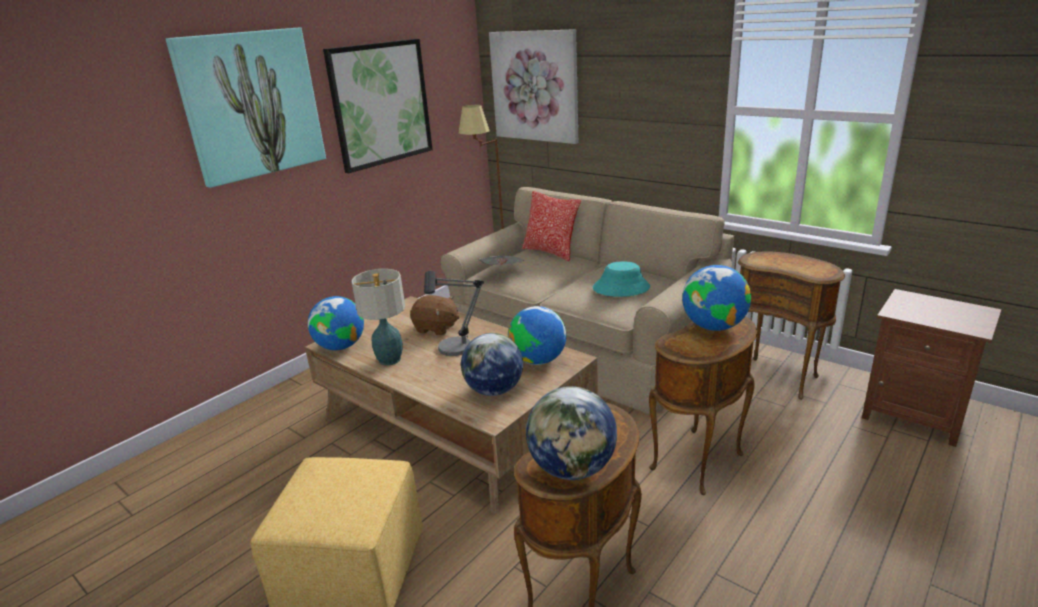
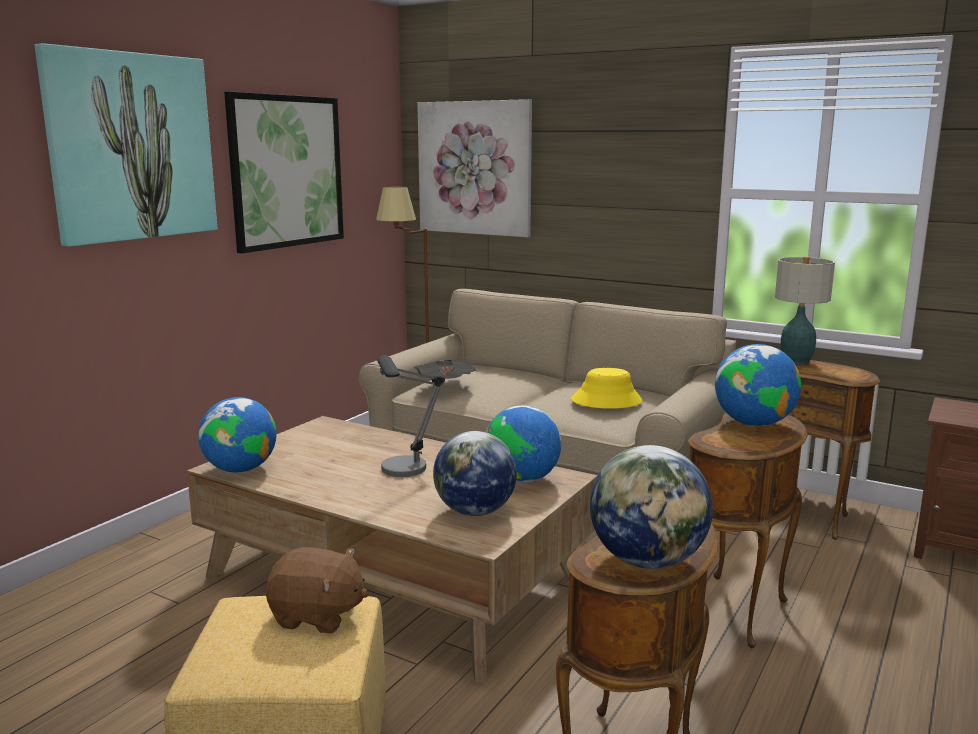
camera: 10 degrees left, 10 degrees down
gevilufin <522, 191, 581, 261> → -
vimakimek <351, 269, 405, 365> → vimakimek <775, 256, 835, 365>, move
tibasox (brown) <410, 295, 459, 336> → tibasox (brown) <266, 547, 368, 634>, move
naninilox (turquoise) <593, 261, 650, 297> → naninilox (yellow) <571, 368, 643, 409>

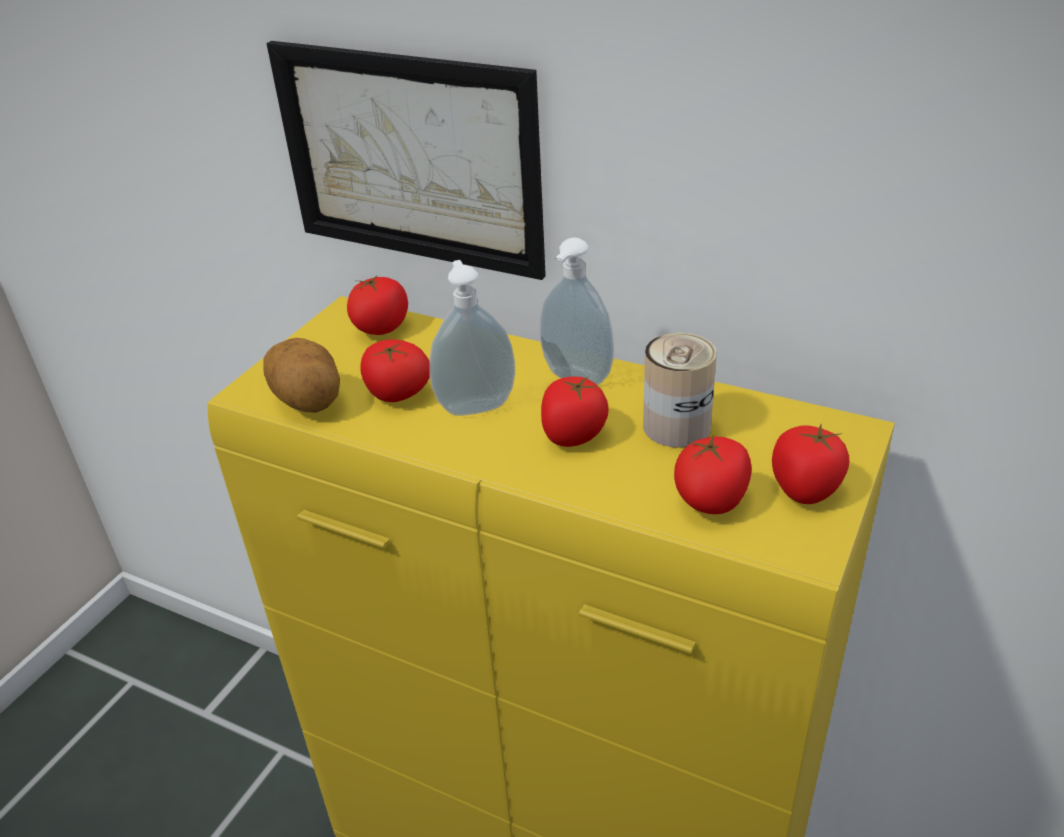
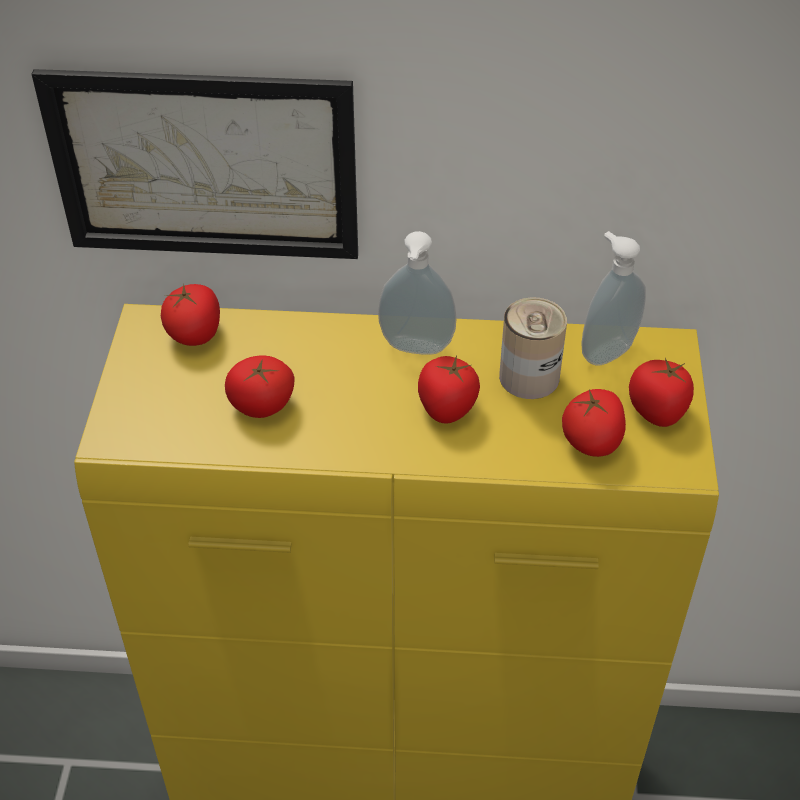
camera: 25 degrees left, 10 degrees up
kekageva <263, 338, 340, 413> → -
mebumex <429, 260, 515, 416> → mebumex <581, 231, 646, 366>, move

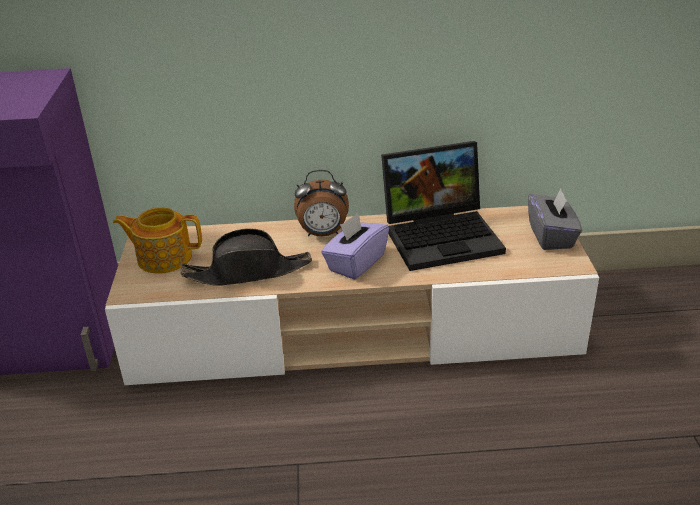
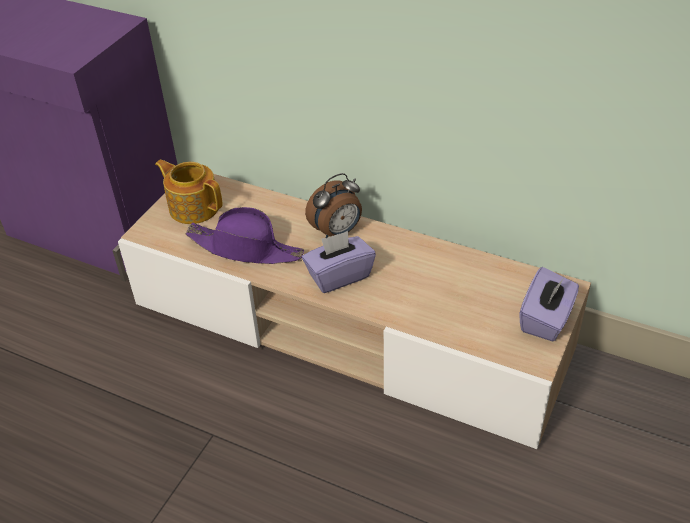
camera: 30 degrees right, 10 degrees up
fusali <381, 141, 506, 271> → -
naninilox (black) <180, 228, 312, 286> → naninilox (purple) <186, 207, 304, 264>
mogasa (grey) <528, 188, 582, 250> → mogasa (purple) <519, 267, 579, 341>
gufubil <294, 170, 349, 236> → gufubil <305, 173, 362, 238>, 60 degrees counterclockwise

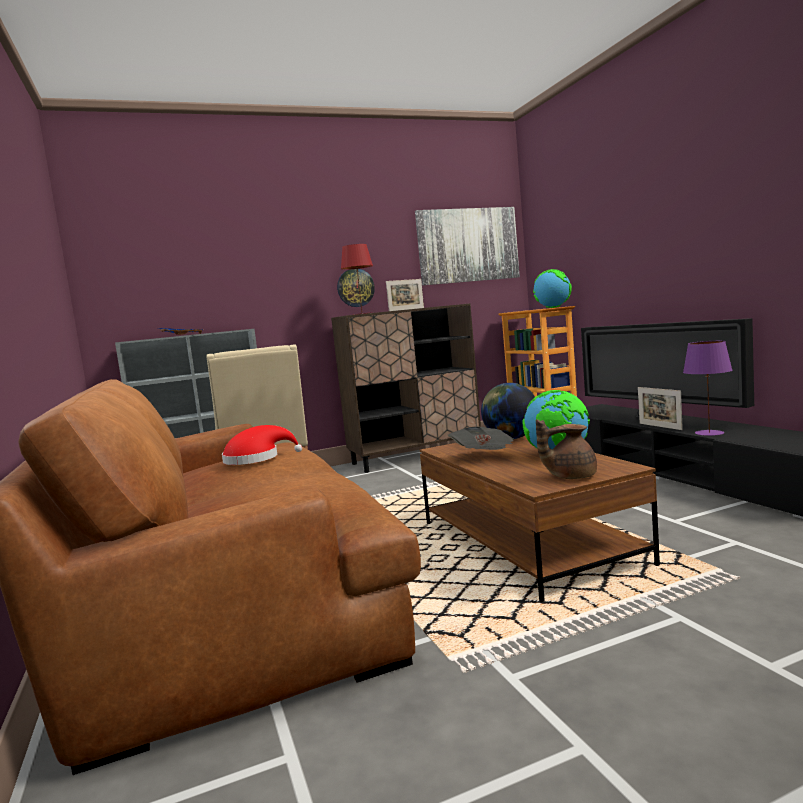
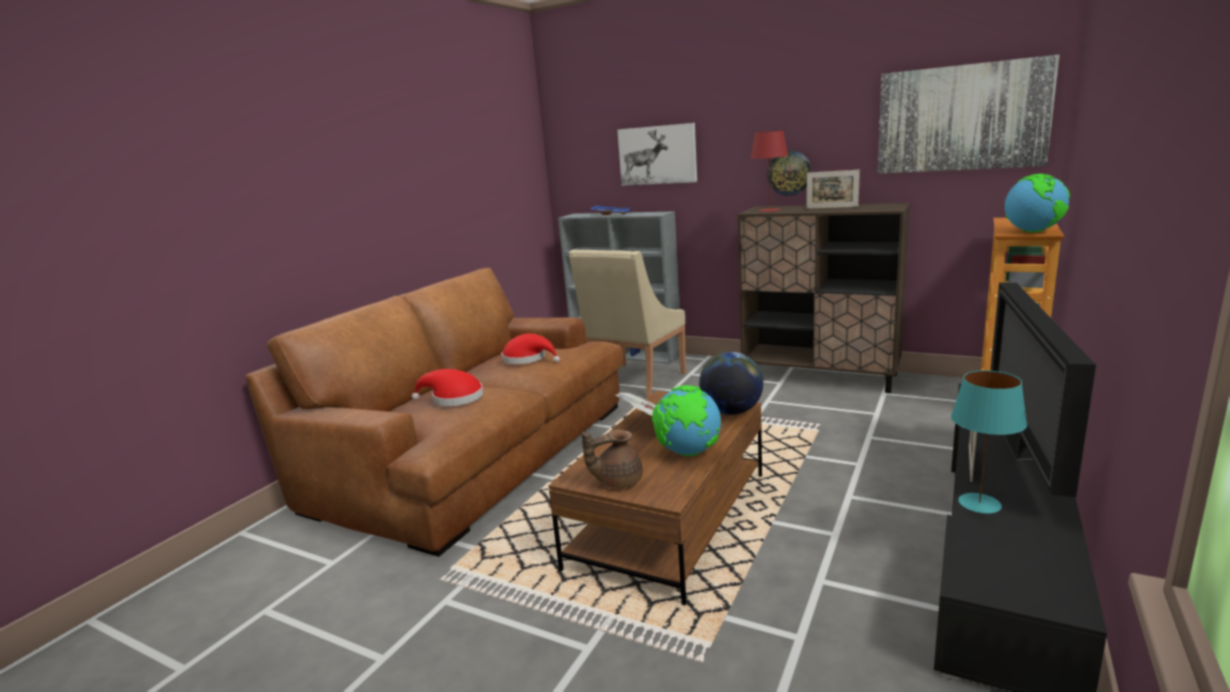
camera: 50 degrees right, 10 degrees up
- → naninilox (red) <412, 369, 483, 406>
- → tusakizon <617, 123, 697, 186>
vimakimek (purple) <683, 341, 733, 436> → vimakimek (turquoise) <951, 370, 1027, 514>
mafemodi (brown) <536, 419, 597, 479> → mafemodi (brown) <582, 430, 643, 488>, 60 degrees counterclockwise

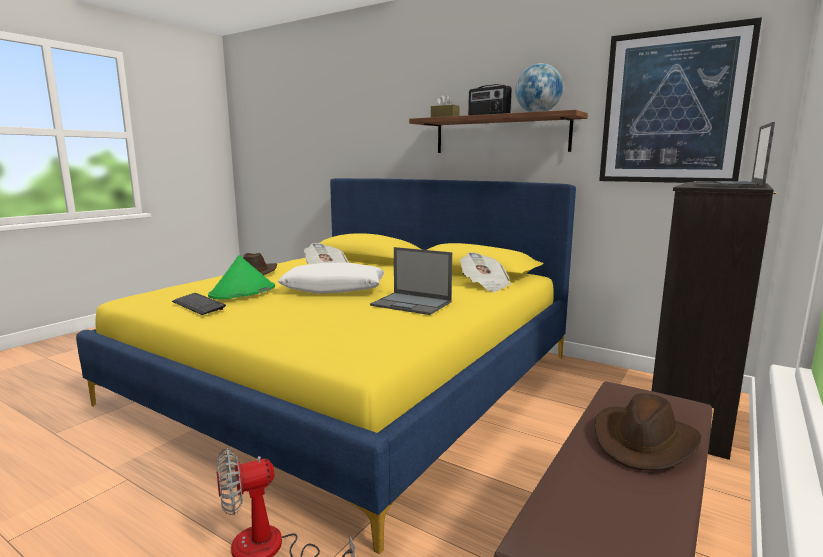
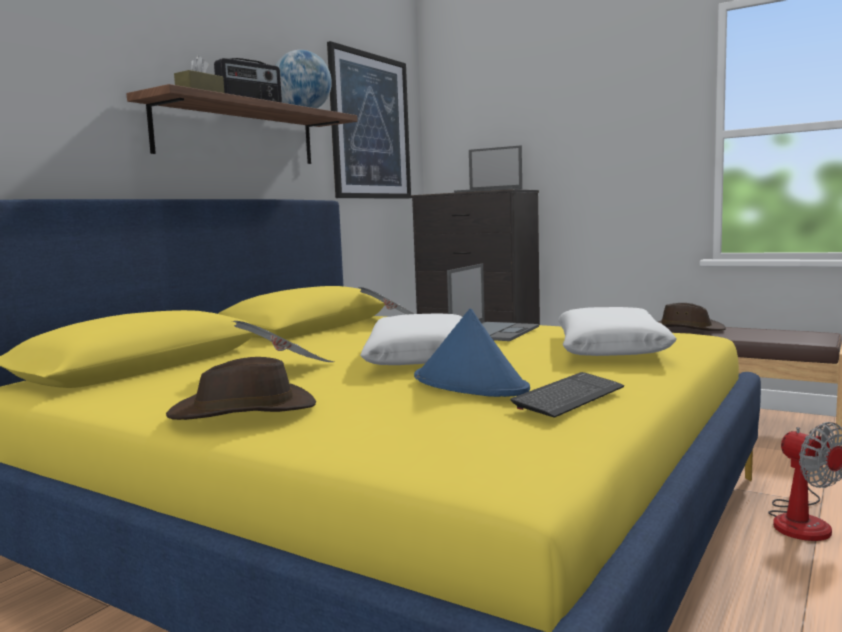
camera: 90 degrees left, 5 degrees down
- → gevilufin (white) <558, 307, 677, 356>
naninilox (green) <208, 255, 275, 299> → naninilox (blue) <414, 309, 530, 397>

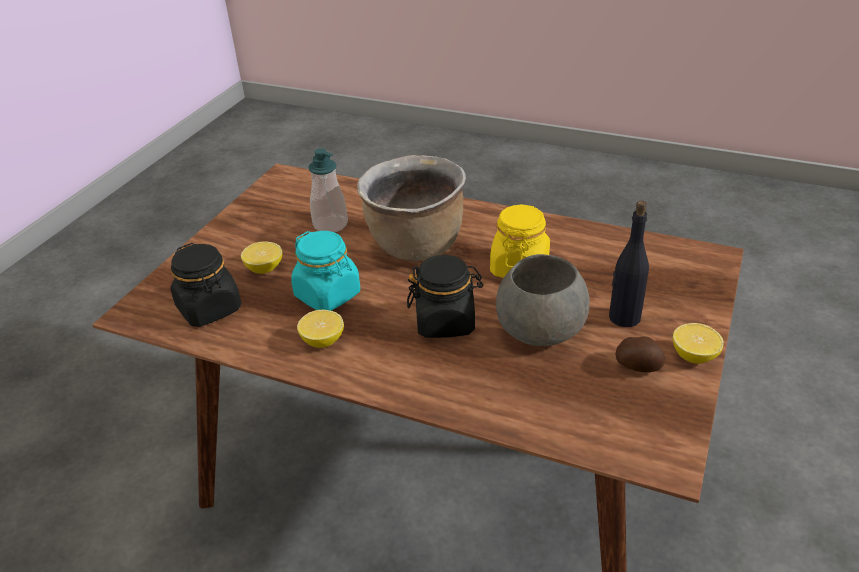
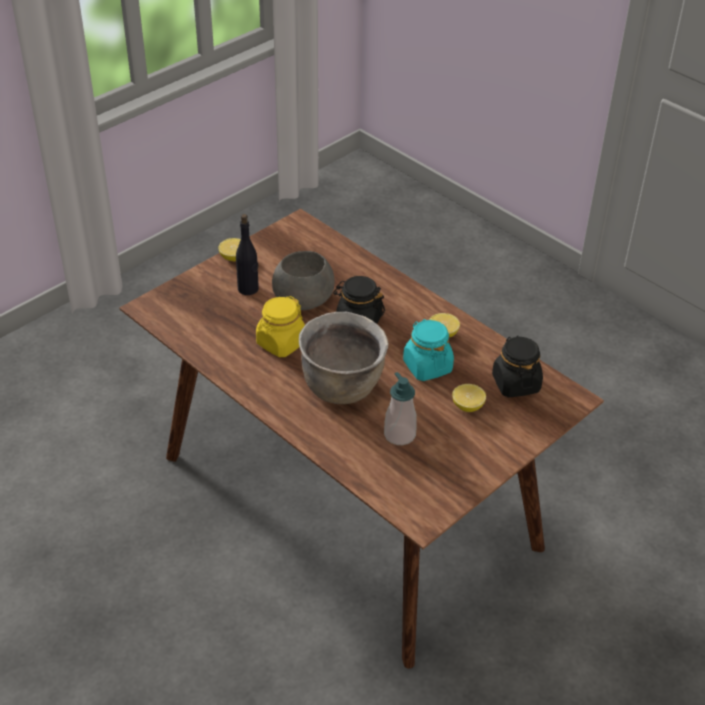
camera: 160 degrees left, 5 degrees up
kekageva <615, 336, 665, 372> → -

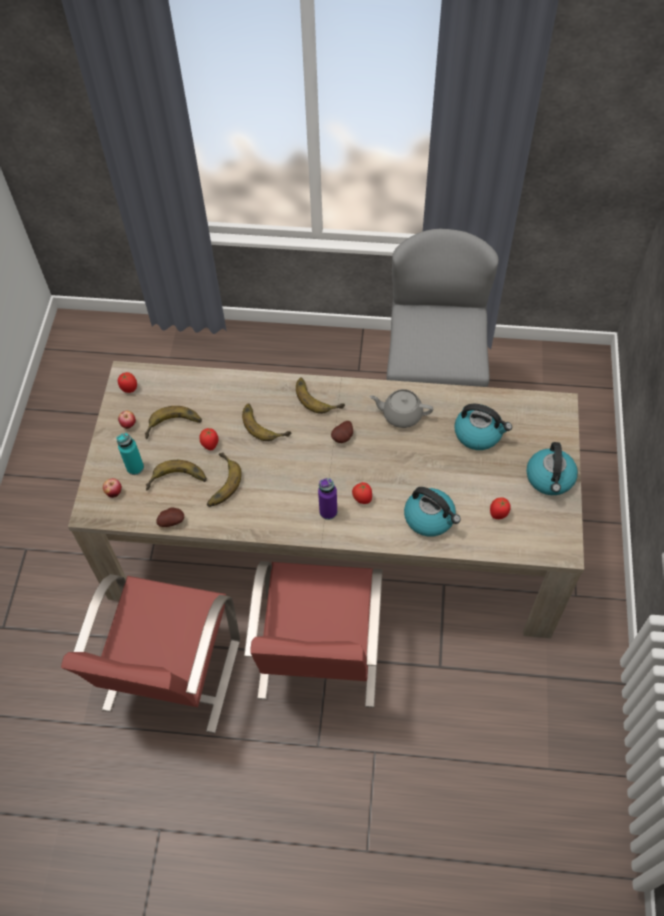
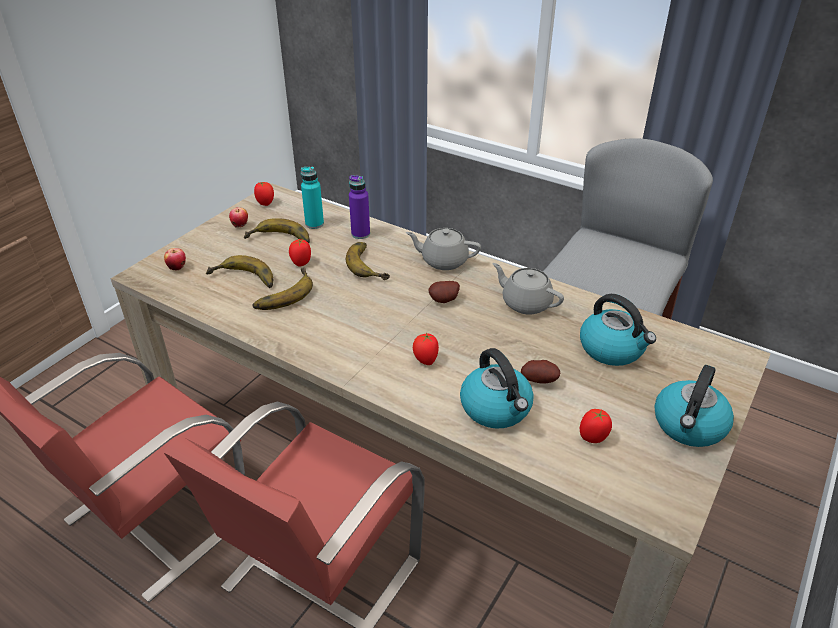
camera: 25 degrees right, 20 degrees down
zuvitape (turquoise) <116, 433, 144, 475> → zuvitape (turquoise) <301, 167, 324, 229>, move
kekageva <156, 507, 184, 527> → kekageva <521, 360, 560, 384>, move
zuvitape (purple) <318, 478, 337, 520> → zuvitape (purple) <349, 175, 370, 239>, move
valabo <296, 377, 345, 414> → mafemodi (grey) <406, 228, 481, 270>

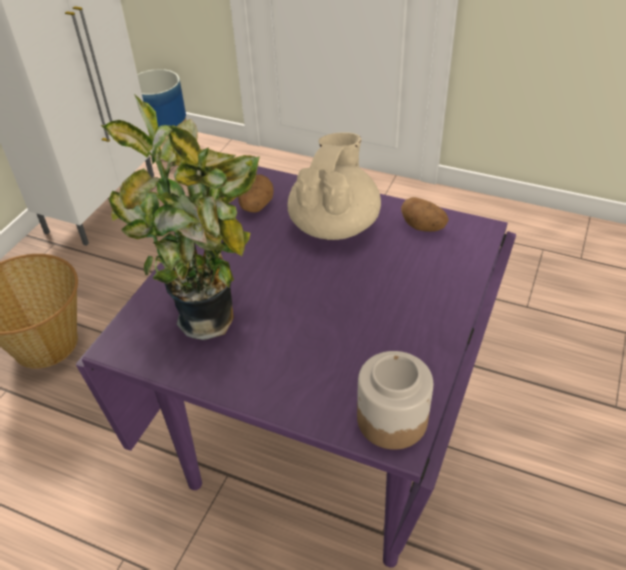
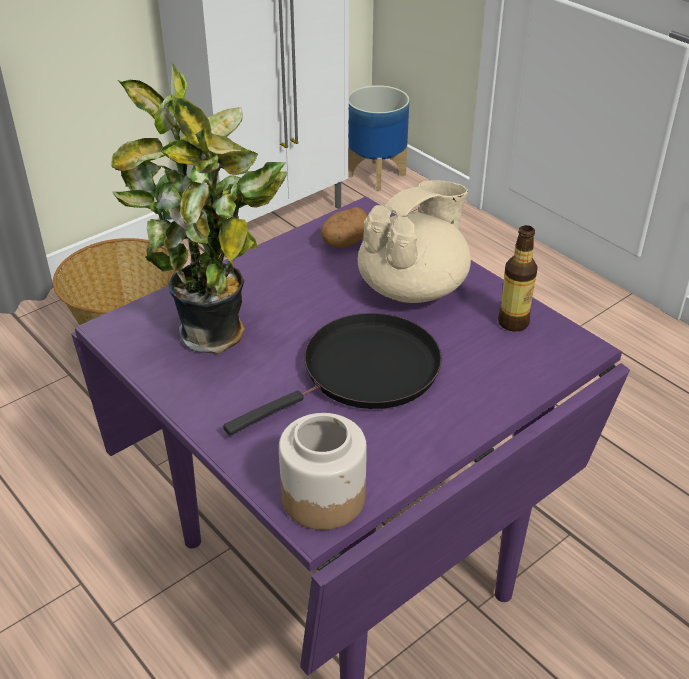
camera: 25 degrees right, 5 degrees down
- → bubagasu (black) <223, 313, 442, 435>
kekageva <401, 197, 449, 232> → zuvitape <498, 225, 538, 332>

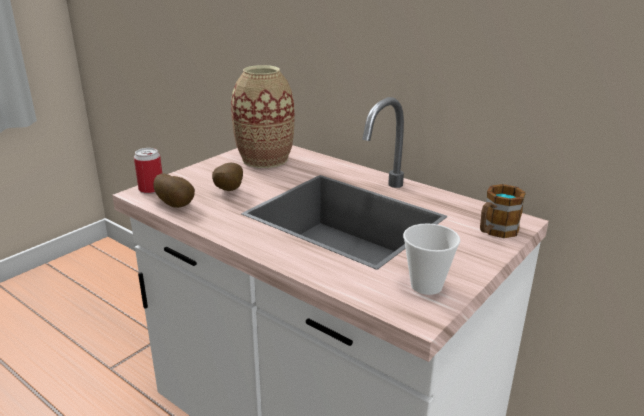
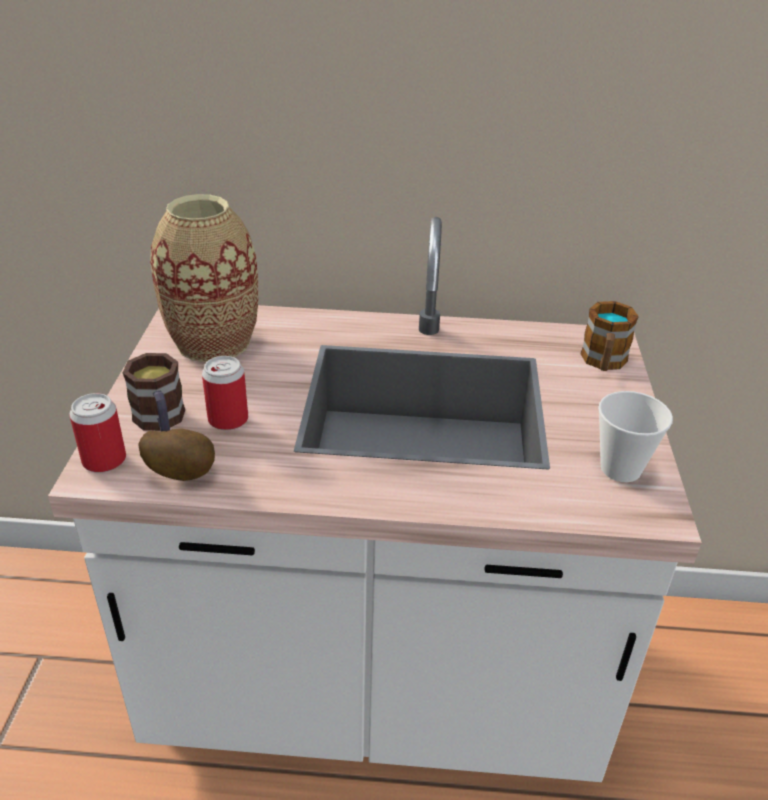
camera: 35 degrees left, 10 degrees up
- → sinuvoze <122, 353, 185, 431>
kekageva <212, 163, 243, 191> → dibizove <202, 356, 248, 430>

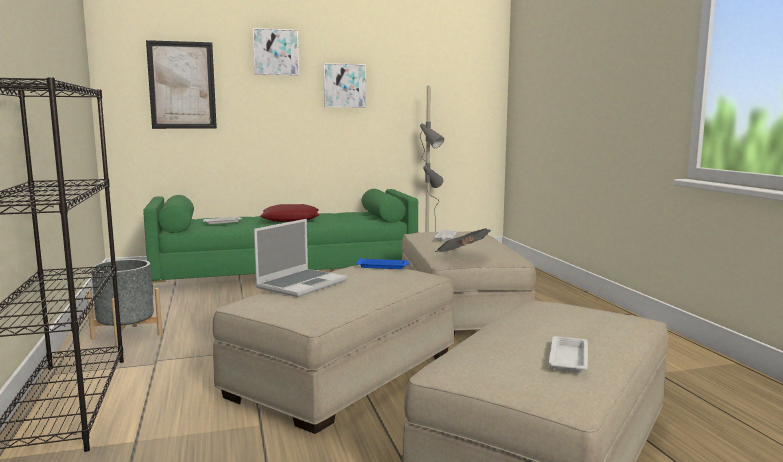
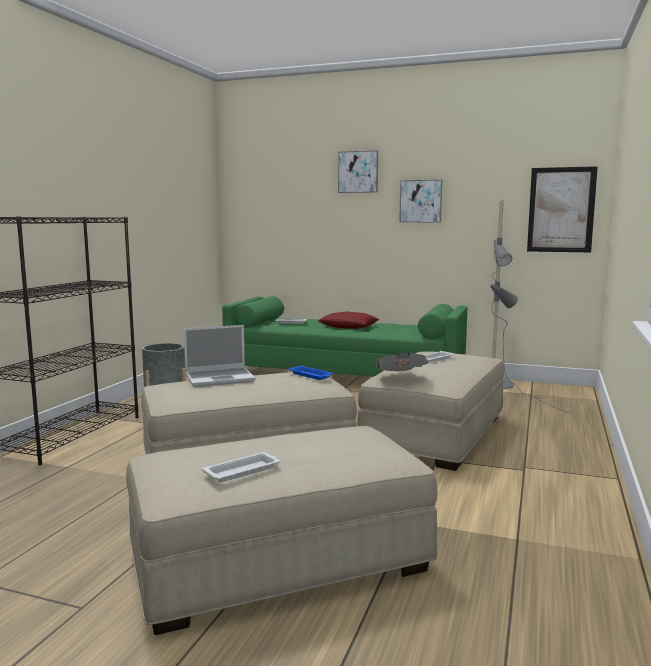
camera: 35 degrees right, 0 degrees up
tusakizon <146, 40, 217, 129> → tusakizon <527, 166, 598, 252>, move

